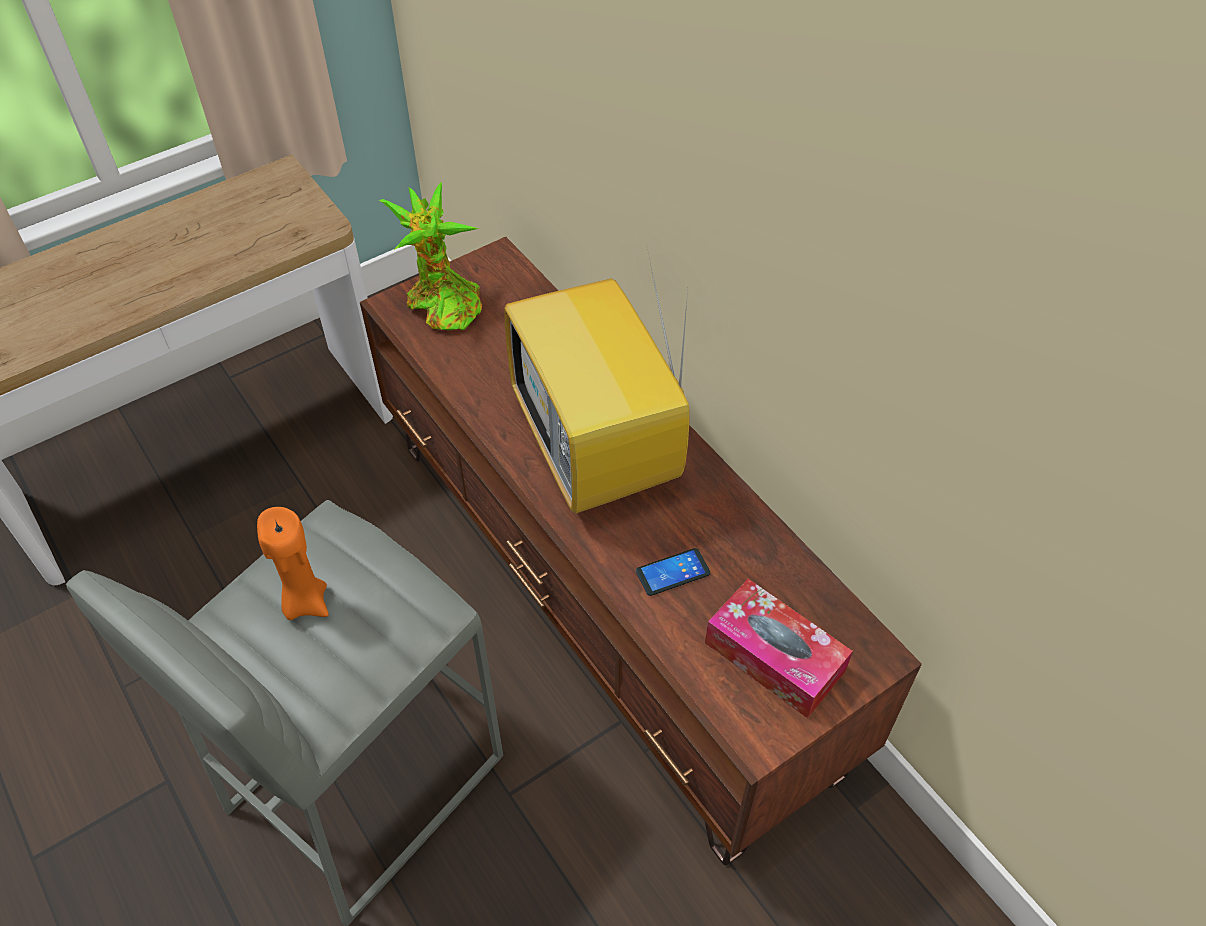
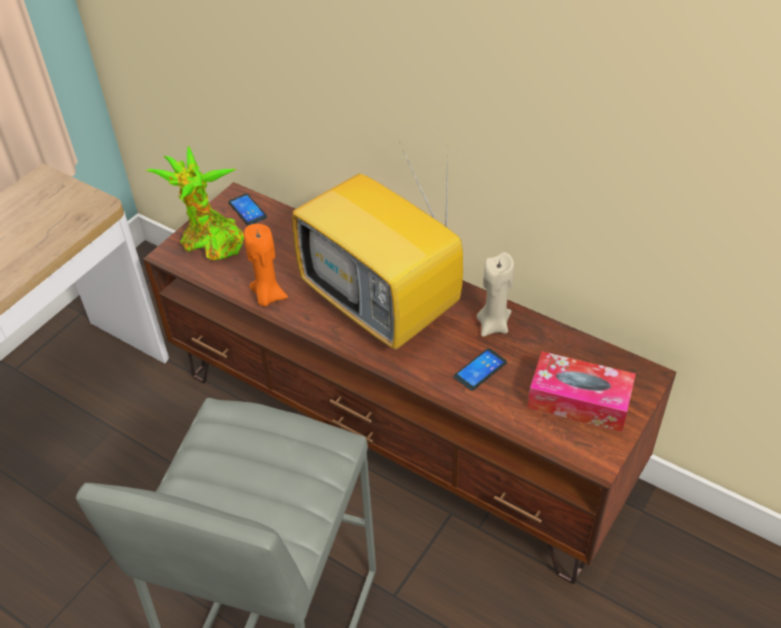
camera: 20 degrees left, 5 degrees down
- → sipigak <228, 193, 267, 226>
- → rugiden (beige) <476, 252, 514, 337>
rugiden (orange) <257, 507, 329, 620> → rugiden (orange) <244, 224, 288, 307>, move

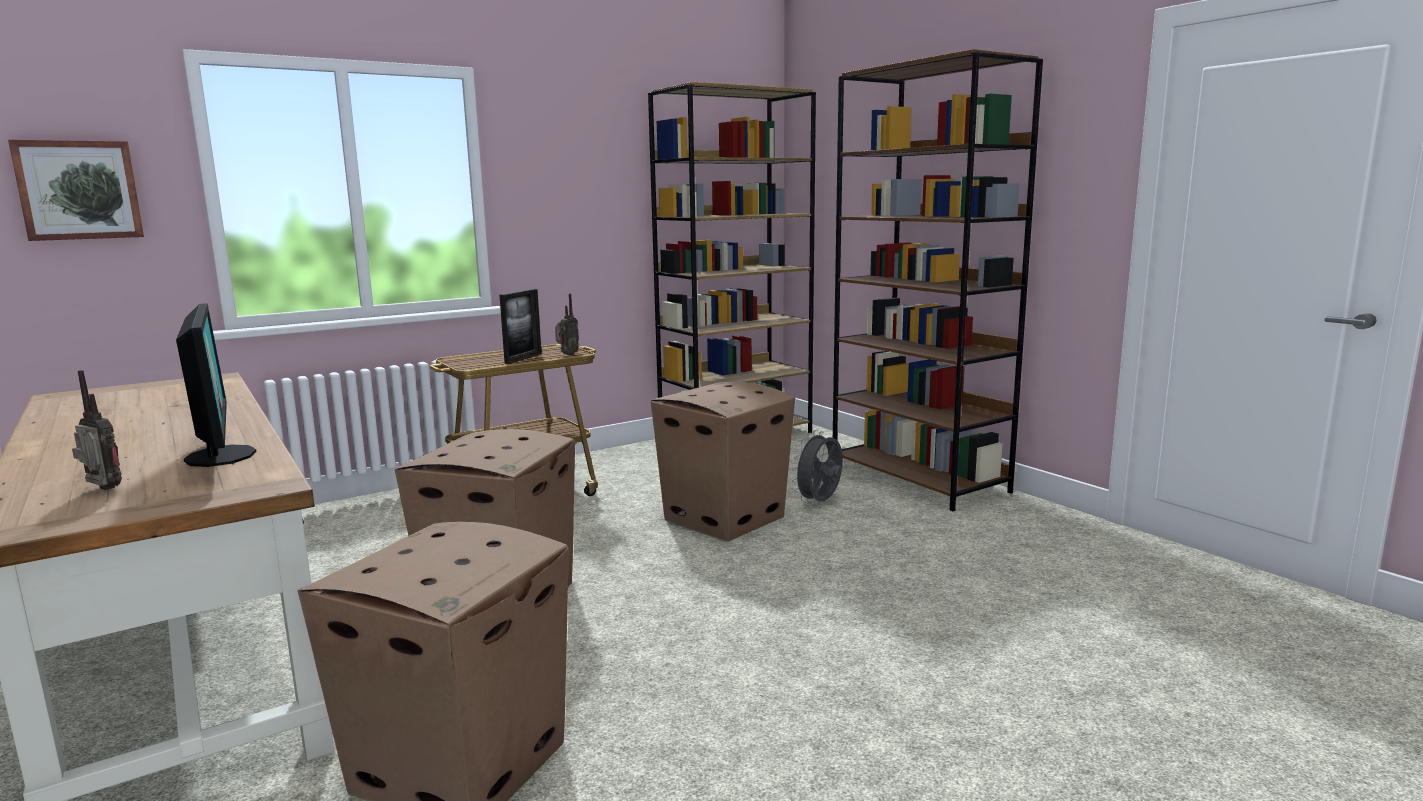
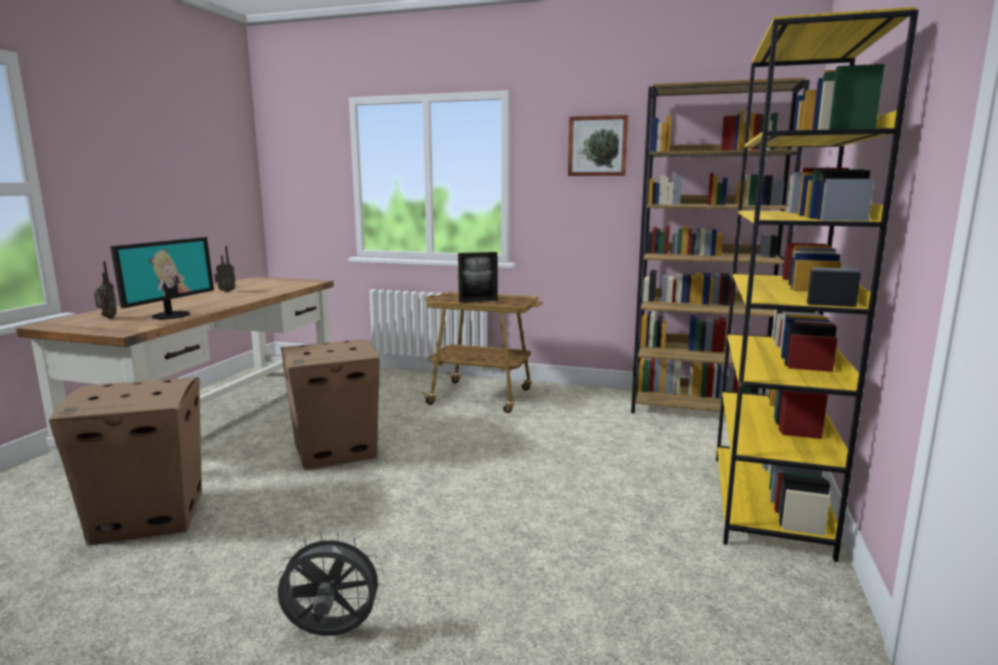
camera: 50 degrees right, 0 degrees up
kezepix <651, 382, 795, 542> → -
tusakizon <8, 140, 144, 241> → tusakizon <568, 115, 629, 176>, move
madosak <555, 293, 579, 356> → madosak <214, 246, 236, 292>, move
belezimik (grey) <792, 430, 843, 503> → belezimik (grey) <277, 532, 385, 636>, move
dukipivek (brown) <833, 49, 1043, 511> → dukipivek (yellow) <716, 7, 919, 562>

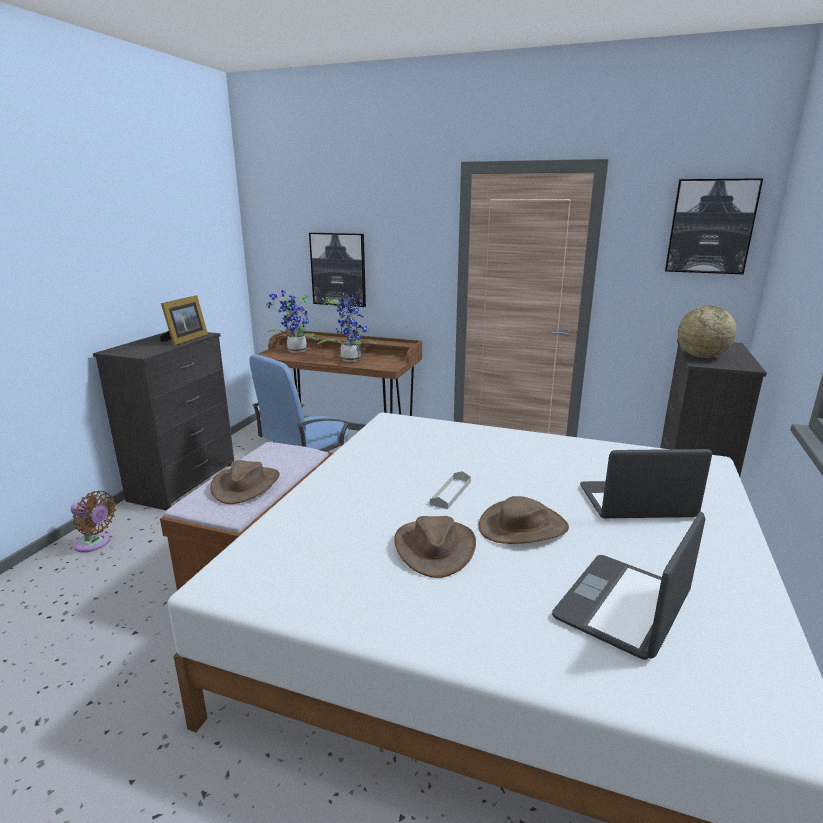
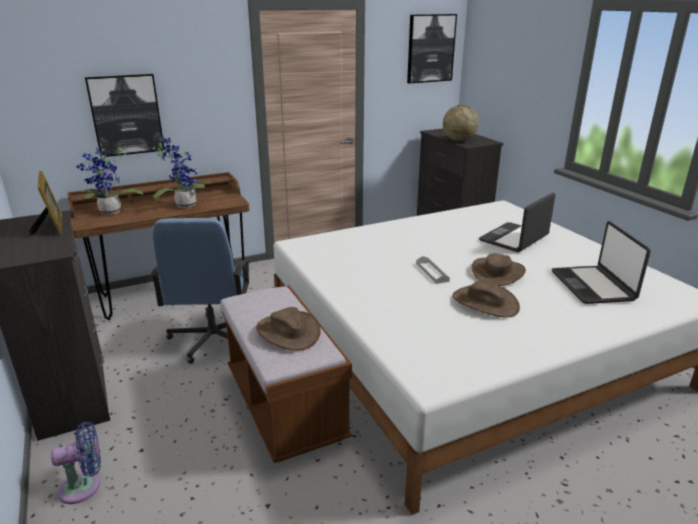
camera: 45 degrees left, 5 degrees up
belezimik (brown) <71, 491, 116, 552> → belezimik (blue) <51, 422, 101, 504>

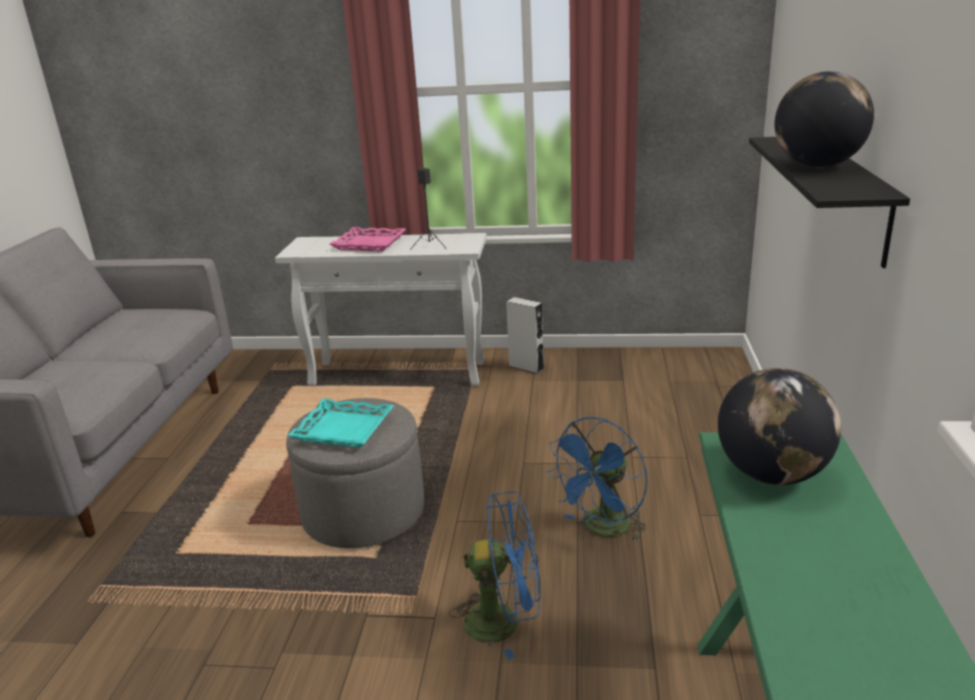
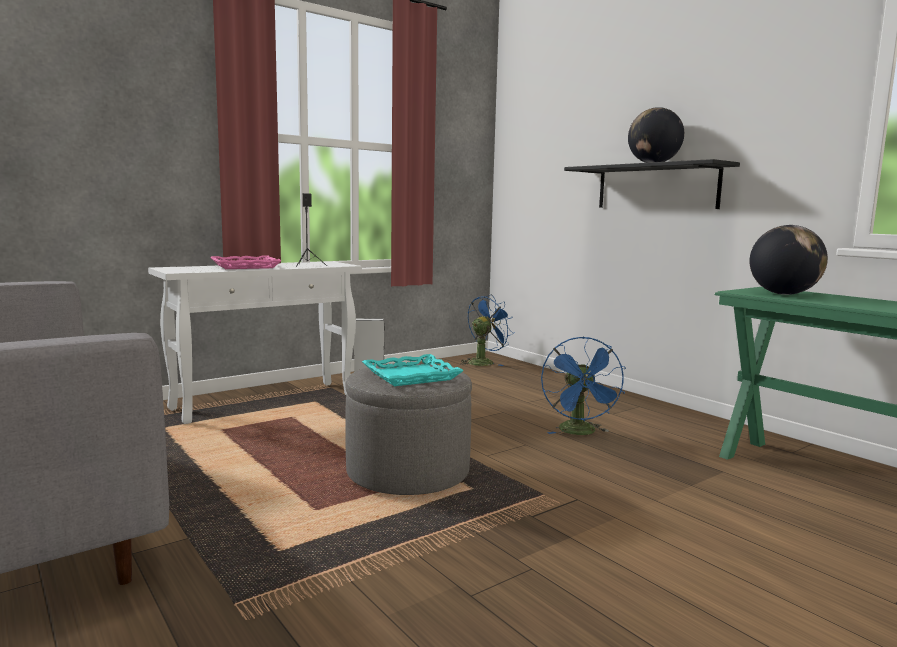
camera: 45 degrees left, 15 degrees down
belezimik (blue) <449, 491, 540, 660> → belezimik (blue) <461, 295, 515, 366>, move

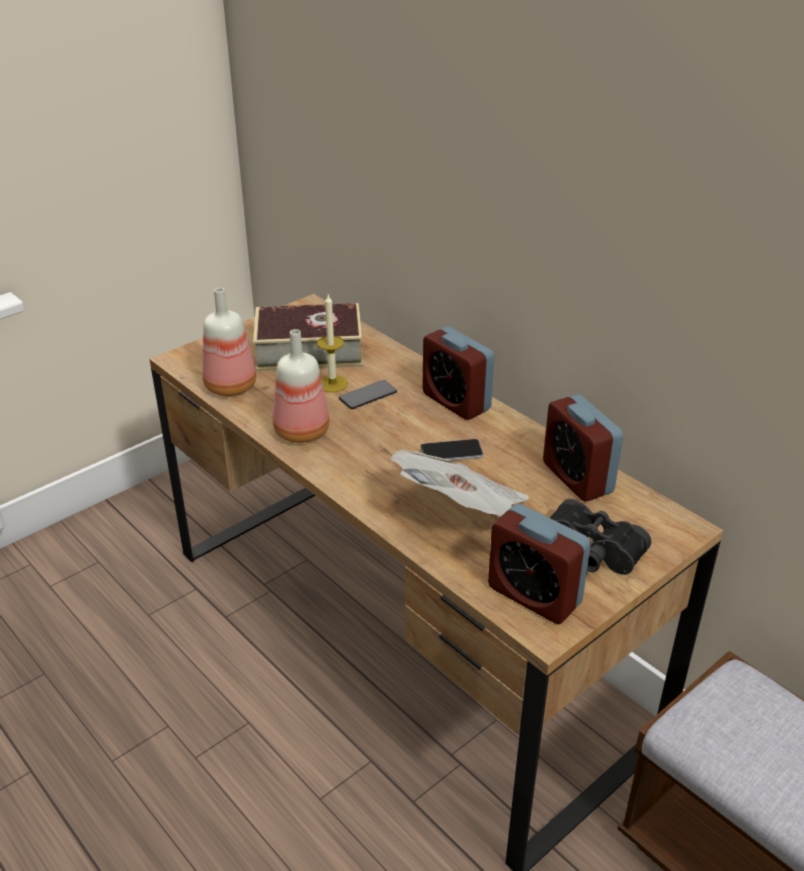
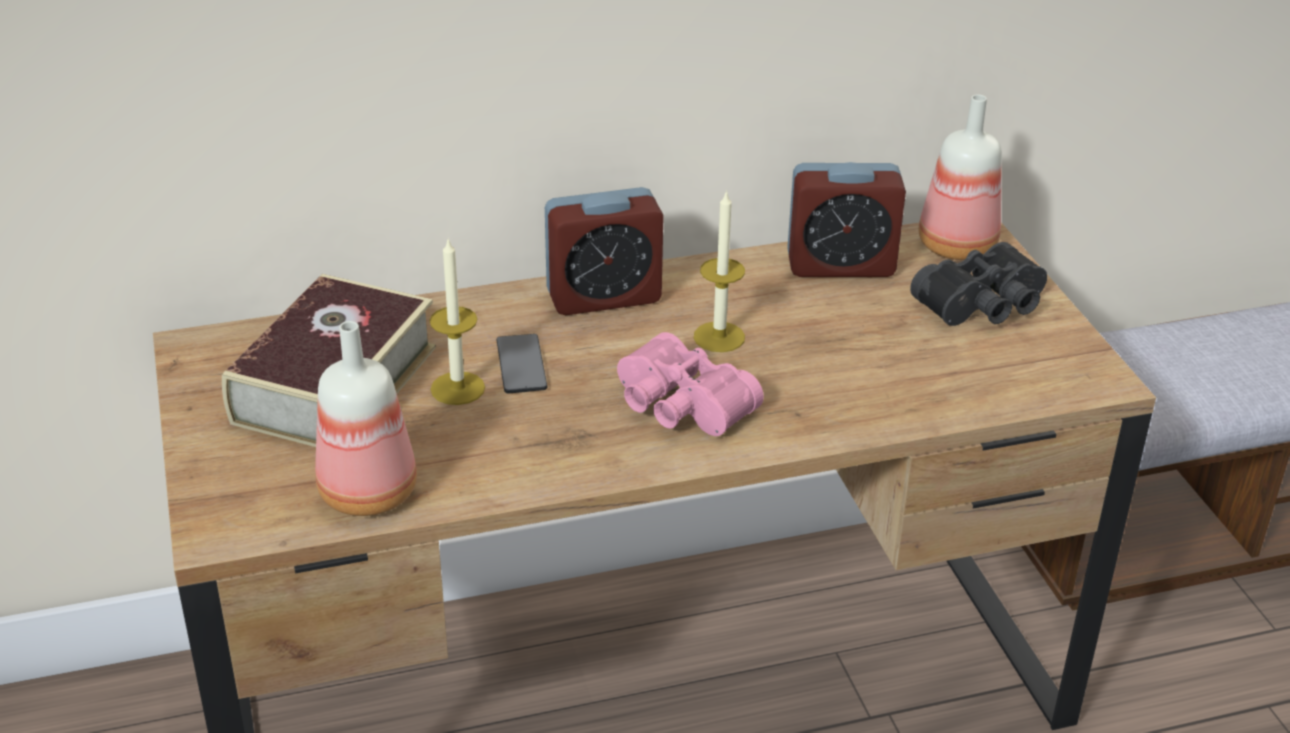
camera: 65 degrees left, 0 degrees up
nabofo <391, 450, 529, 516> → -
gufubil <488, 504, 591, 624> → -
- → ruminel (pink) <617, 332, 764, 436>
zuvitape <273, 329, 329, 443> → zuvitape <919, 94, 1002, 260>, move
sipigak <420, 439, 484, 461> → rugiden <694, 190, 745, 352>

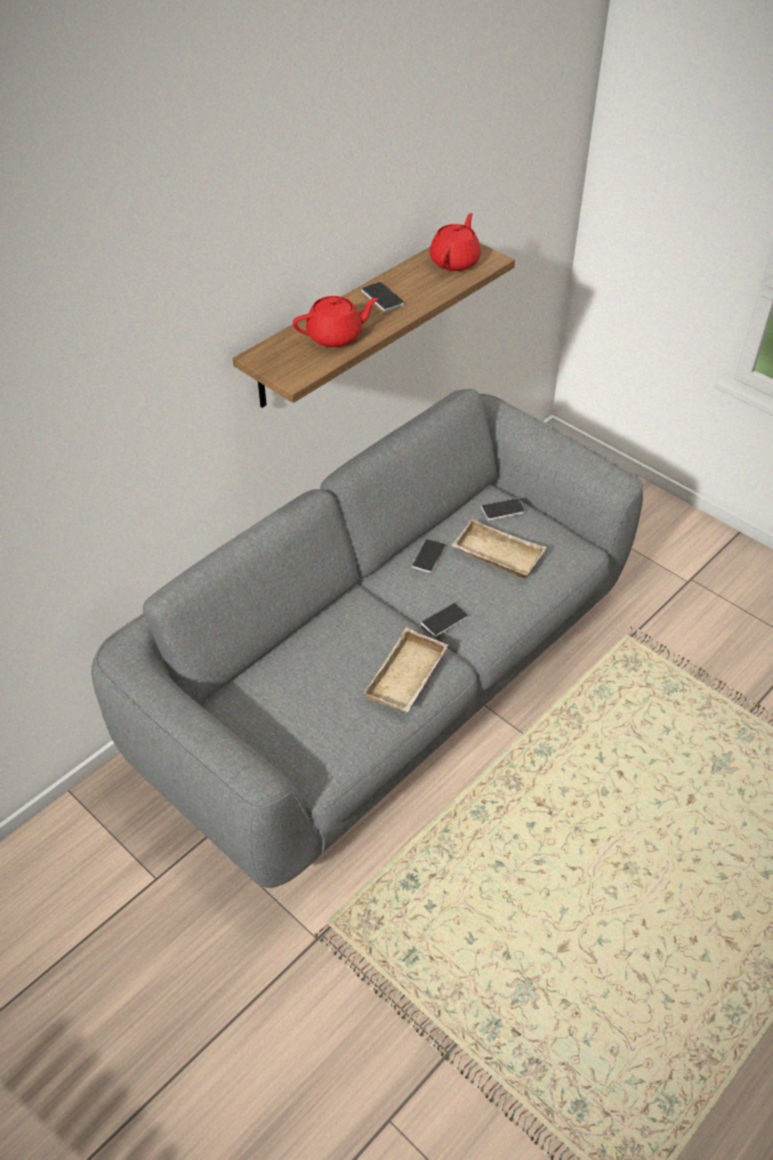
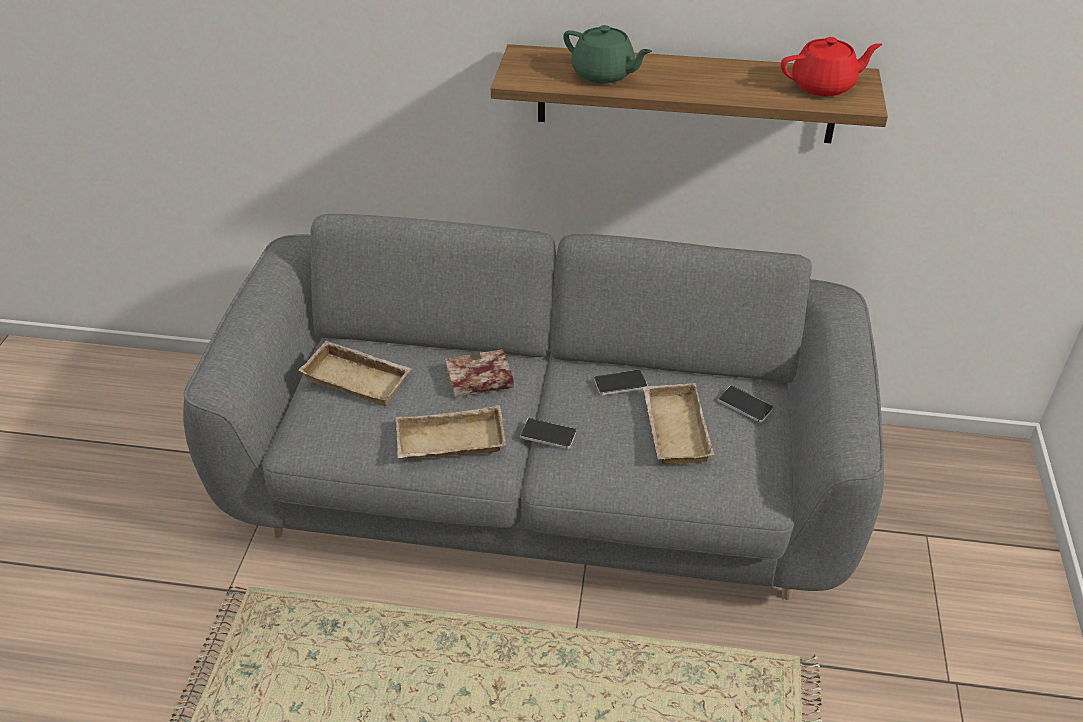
camera: 55 degrees right, 5 degrees down
sipigak <361, 282, 404, 312> → -
- → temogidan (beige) <298, 341, 412, 406>
- → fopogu <445, 349, 514, 398>
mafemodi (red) <293, 296, 379, 347> → mafemodi (green) <563, 25, 652, 84>

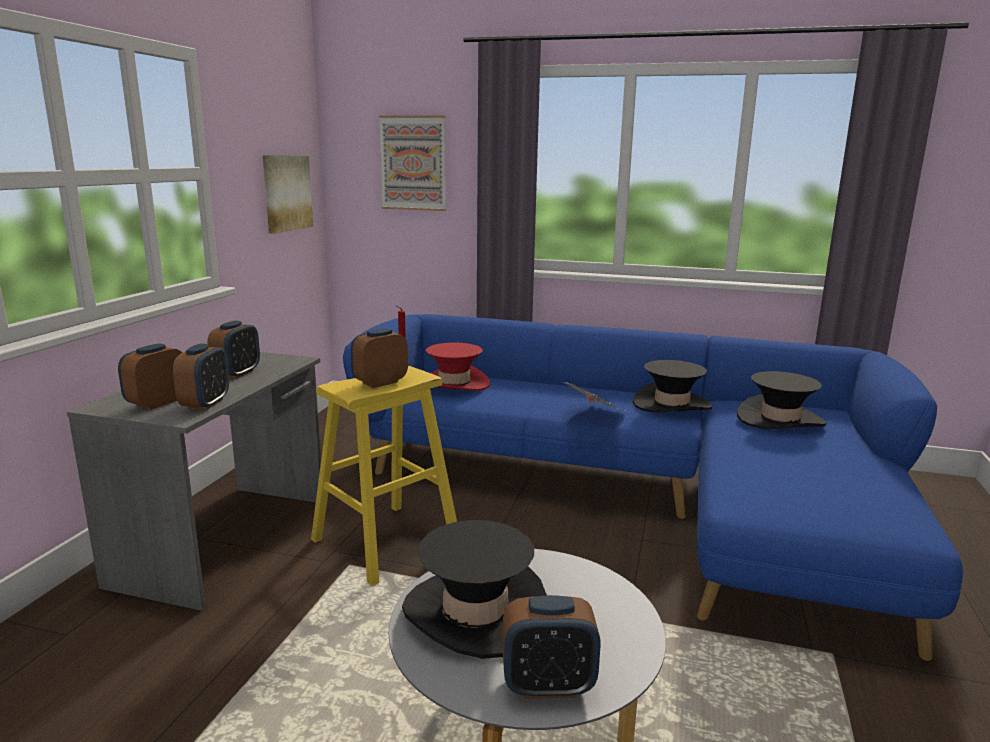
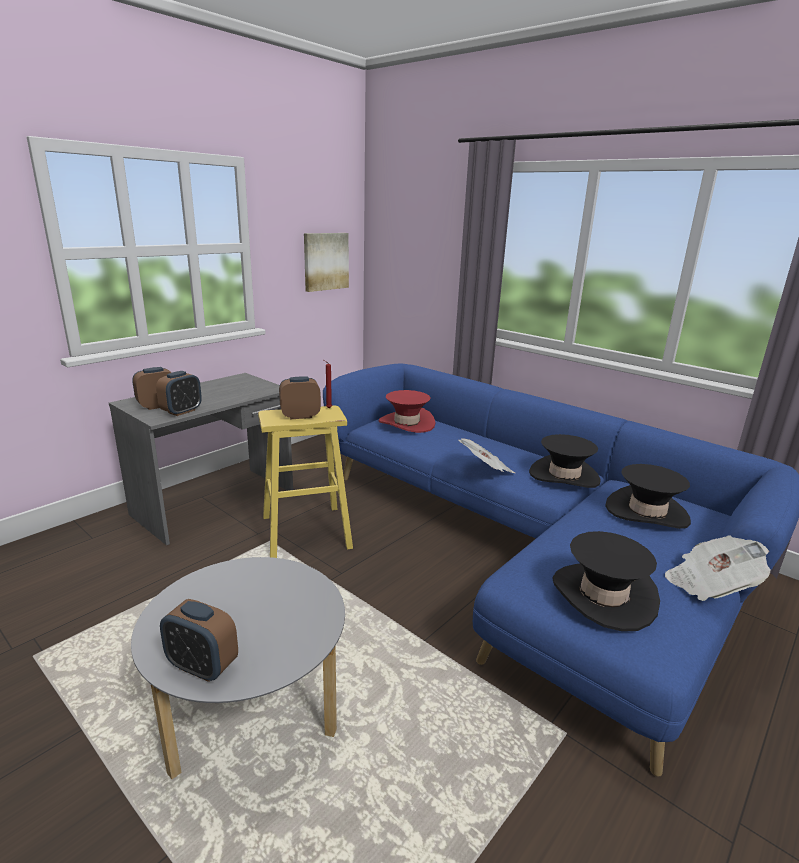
camera: 25 degrees right, 5 degrees up
gufubil <207, 321, 260, 379> → -
tusakizon <379, 116, 446, 211> → -
- → nabofo <665, 535, 770, 601>
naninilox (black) <402, 520, 547, 659> → naninilox (black) <552, 531, 660, 631>, move

